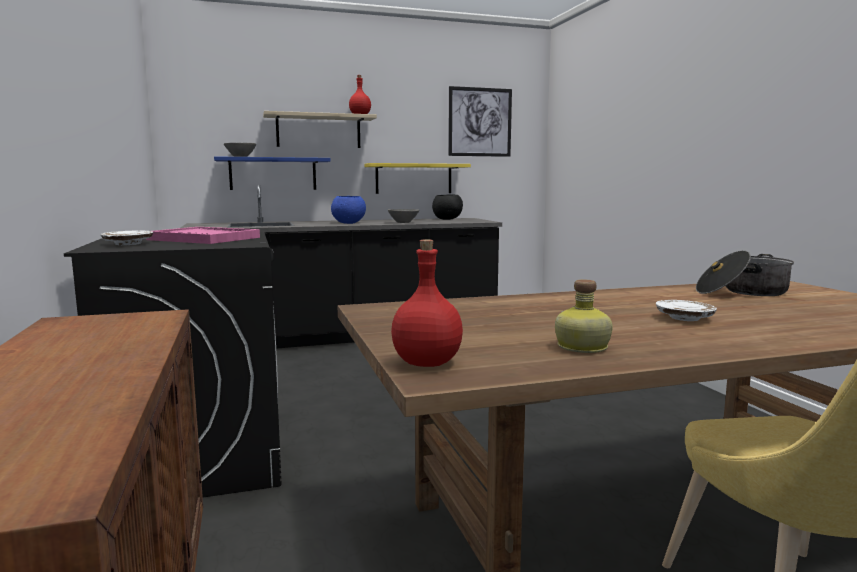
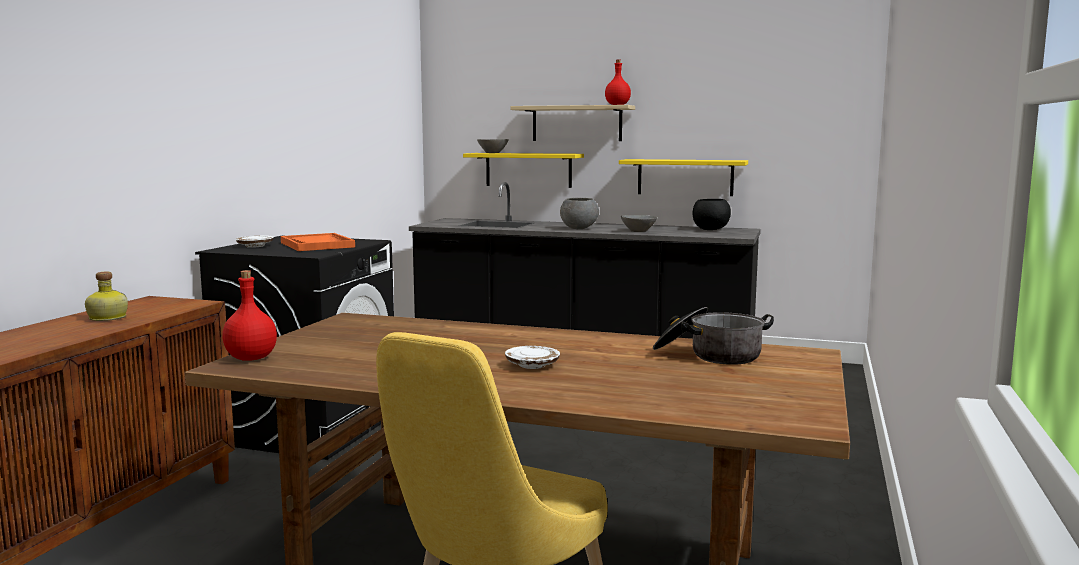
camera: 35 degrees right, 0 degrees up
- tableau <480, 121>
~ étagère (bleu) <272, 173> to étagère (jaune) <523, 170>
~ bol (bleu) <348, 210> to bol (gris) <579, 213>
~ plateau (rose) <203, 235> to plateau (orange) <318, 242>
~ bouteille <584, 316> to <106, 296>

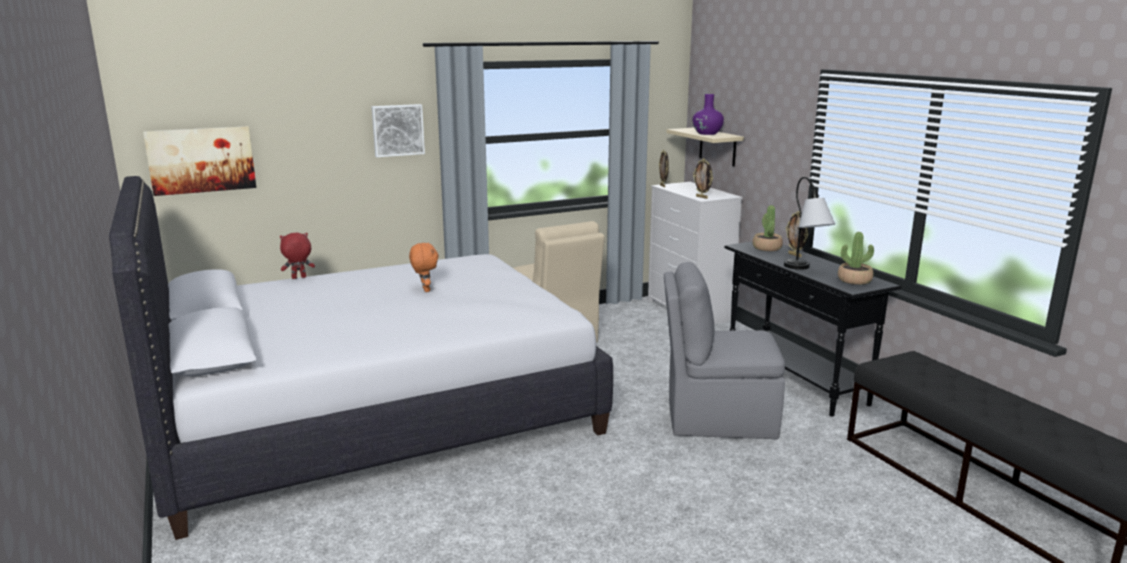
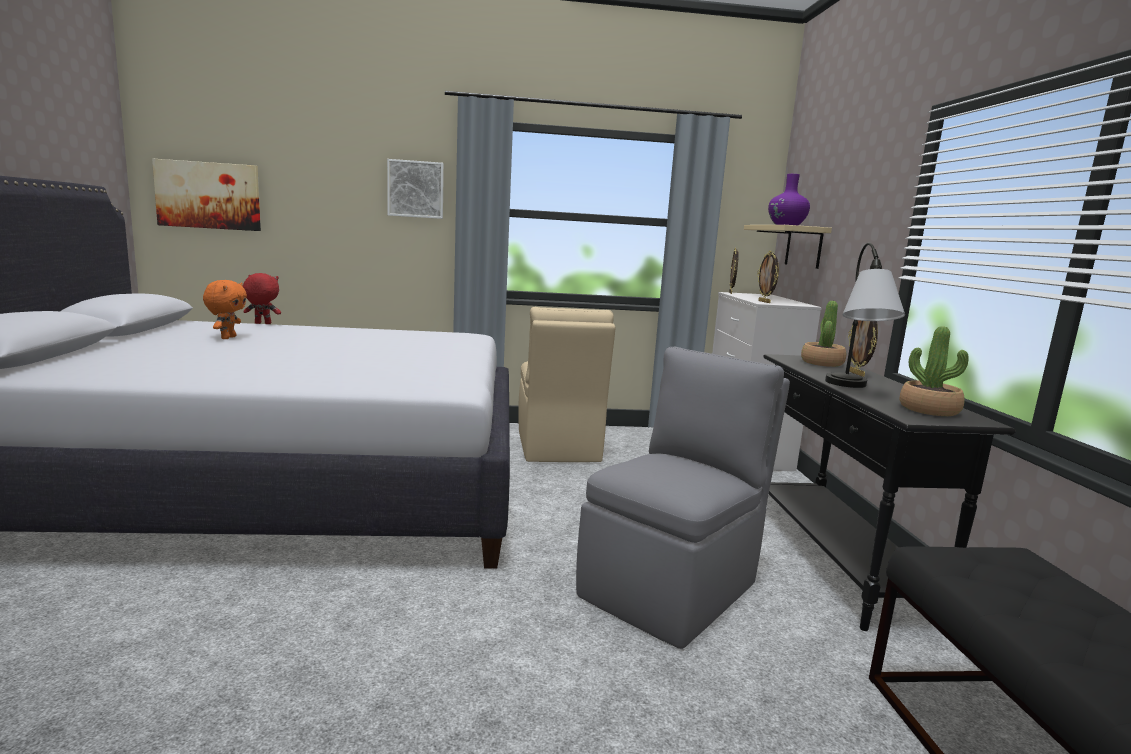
camera: 20 degrees right, 5 degrees down
~ peluche (orange) <424, 267> to <225, 309>
~ chaise (gris) <724, 351> = <683, 498> 105 degrees clockwise

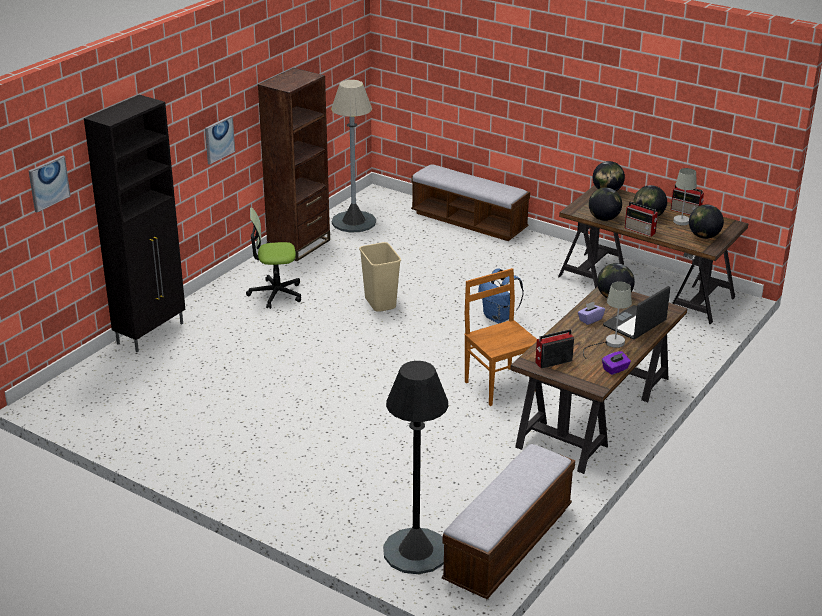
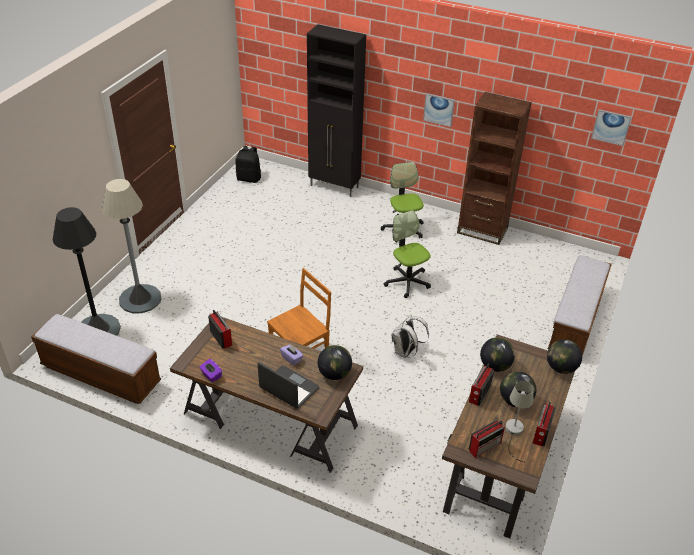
camera: 80 degrees right, 10 degrees up
~ lampadaire (gris) <353, 156> to <131, 246>
~ tableau <50, 184> to <611, 127>
~ globe <706, 222> to radio <487, 439>
~ poubelle (beige) <380, 277> to chaise de bureau <407, 254>
~ sac à dos (bleu) <501, 295> to sac à dos (blanc) <410, 336>
- lampe de table (gris) <607, 320>
+ sac à dos (noir) <248, 164>

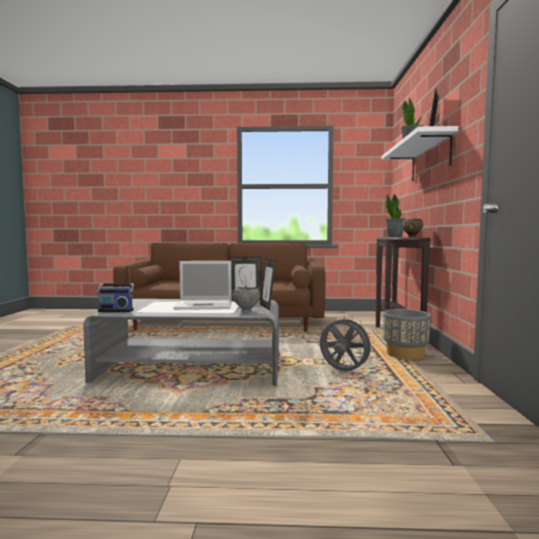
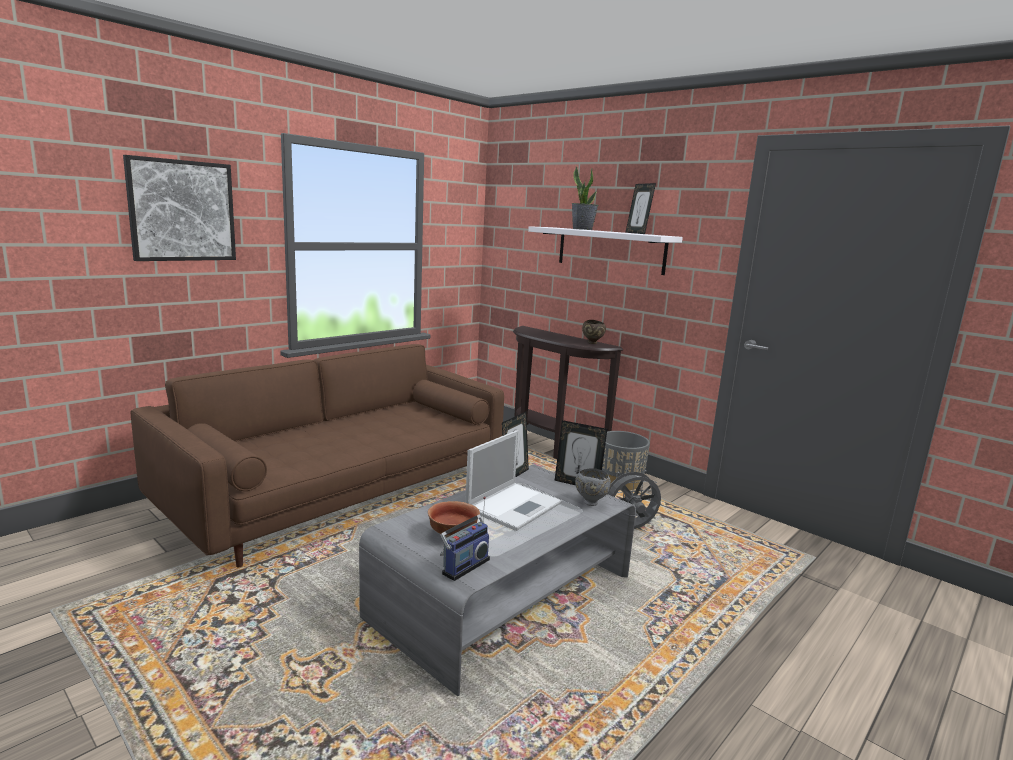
camera: 50 degrees left, 10 degrees up
- plante en pot <395, 215>
+ tableau <179, 208>
+ bol <454, 519>

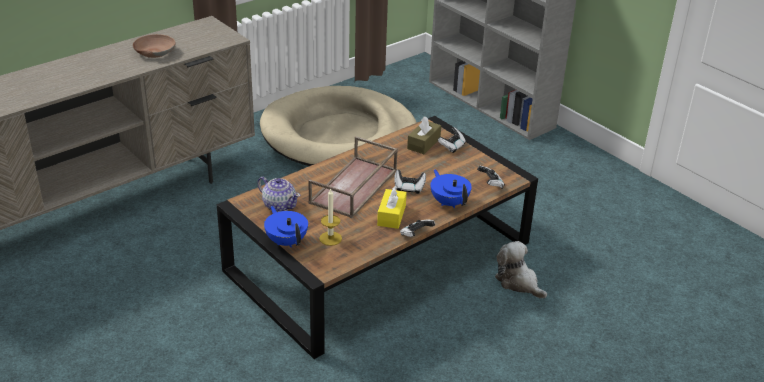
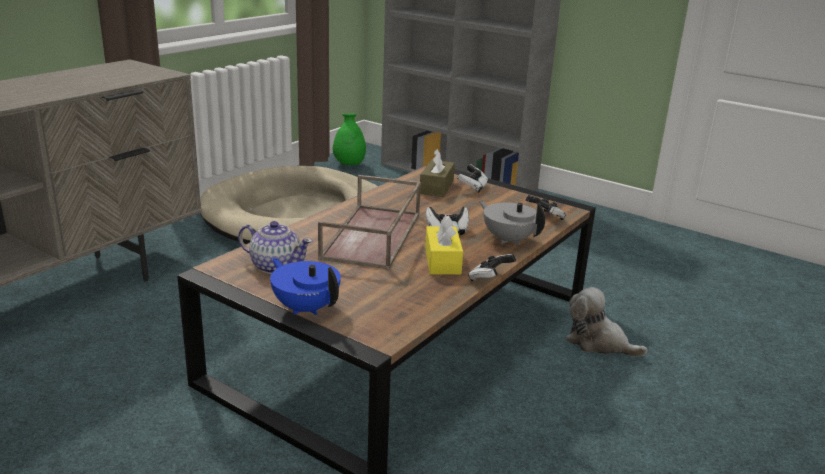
camera: 15 degrees left, 10 degrees down
- bol (marron) <154, 46>
~ théière (bleu) <451, 188> to théière (gris) <511, 222>
- bougie <330, 217>
+ vase (vert) <349, 139>

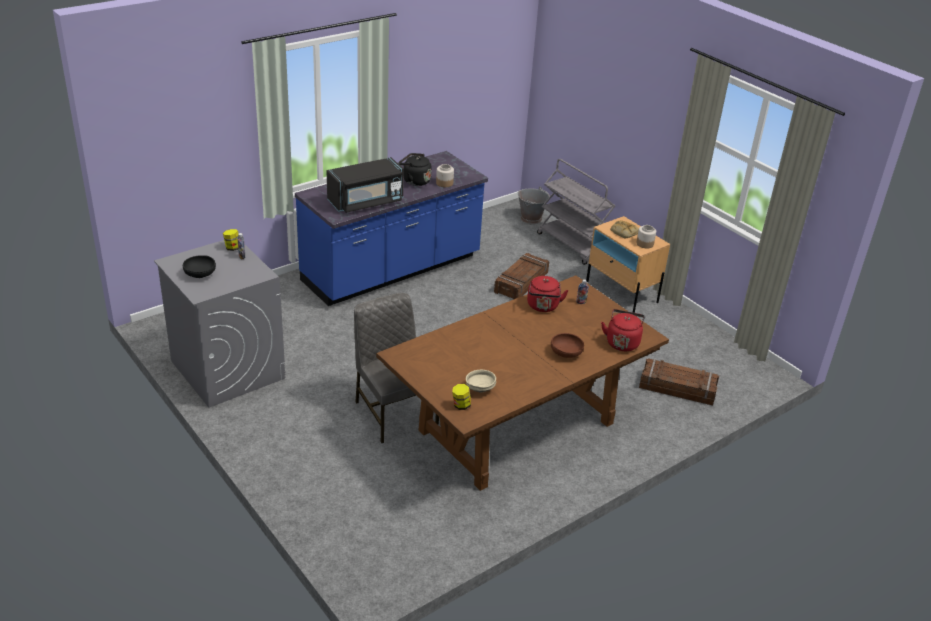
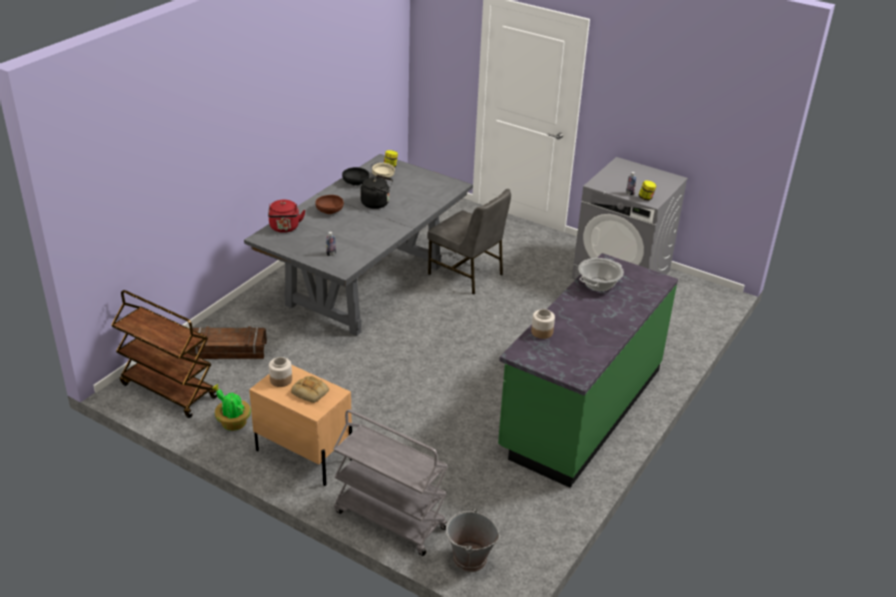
camera: 160 degrees right, 0 degrees up
~ comptoir de cuisine (bleu) <391, 228> to comptoir de cuisine (vert) <588, 370>
~ bouilloire (noir) <415, 169> to <377, 192>
~ micro-ondes (noir) <365, 185> to marmite <601, 275>
- caisse <521, 276>
~ bol (noir) <199, 266> to <355, 176>
~ table à manger (marron) <522, 383> to table à manger (gris) <358, 245>
- bouilloire (rouge) <547, 294>
+ chariot (marron) <164, 354>
+ plante en pot <231, 407>

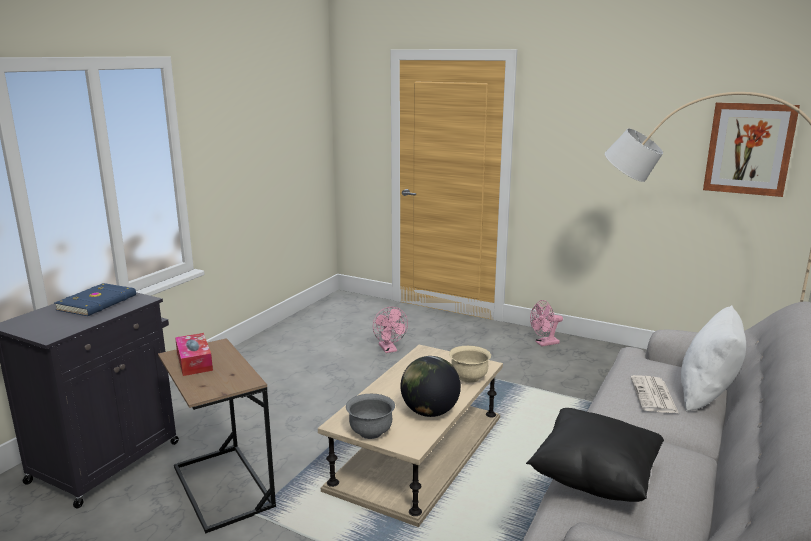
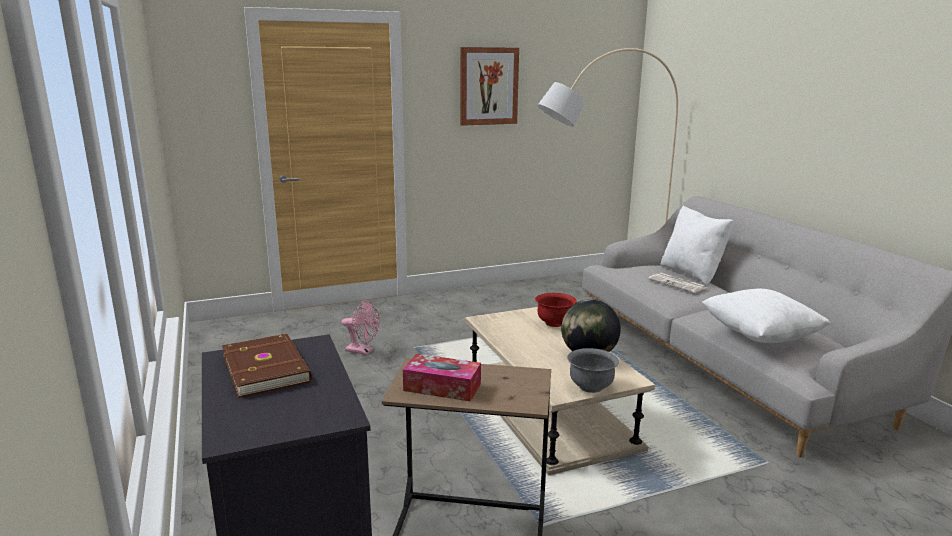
camera: 50 degrees left, 0 degrees up
~ tableau <751, 149> to <489, 86>
~ livre (bleu) <95, 299> to livre (marron) <267, 366>
- ventilateur (rose) <546, 323>
~ bol (beige) <470, 364> to bol (rouge) <556, 310>
~ coussin (noir) <595, 455> to coussin (blanc) <766, 316>

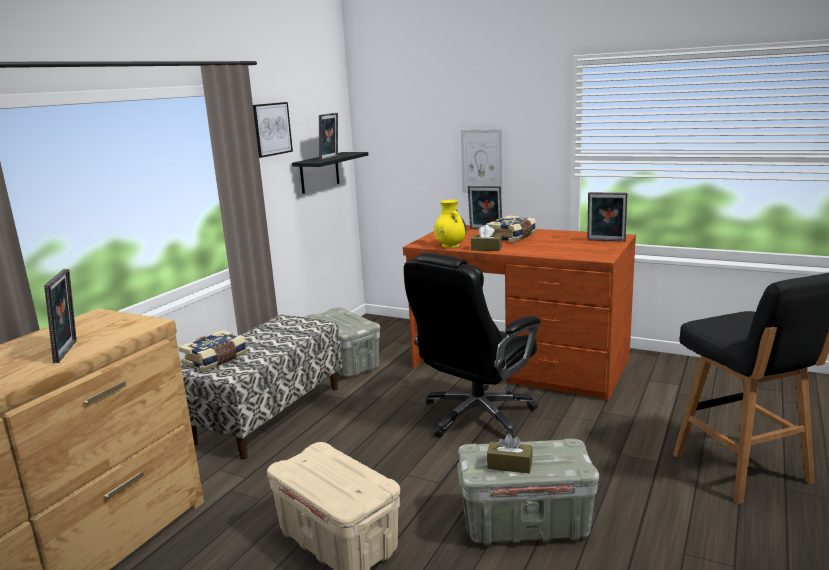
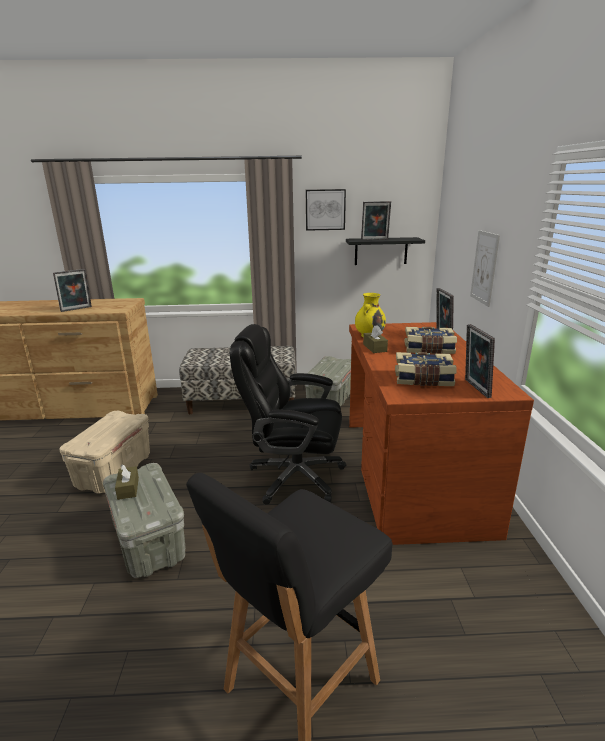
camera: 60 degrees right, 5 degrees up
~ livre <213, 351> to <426, 369>

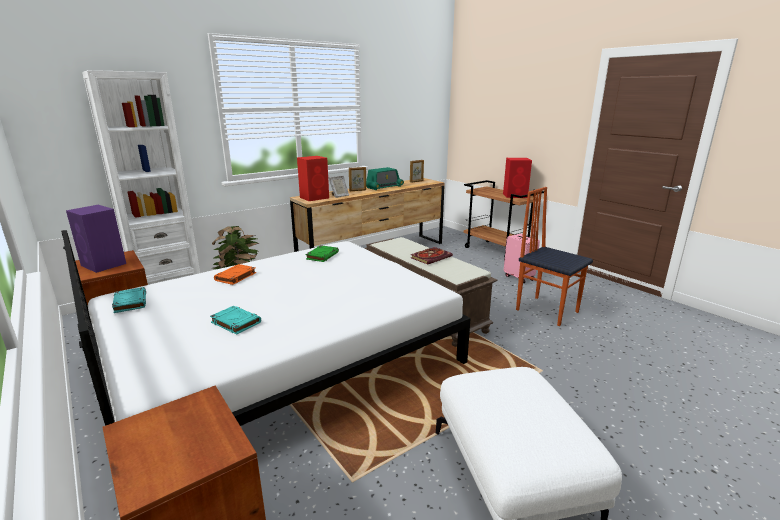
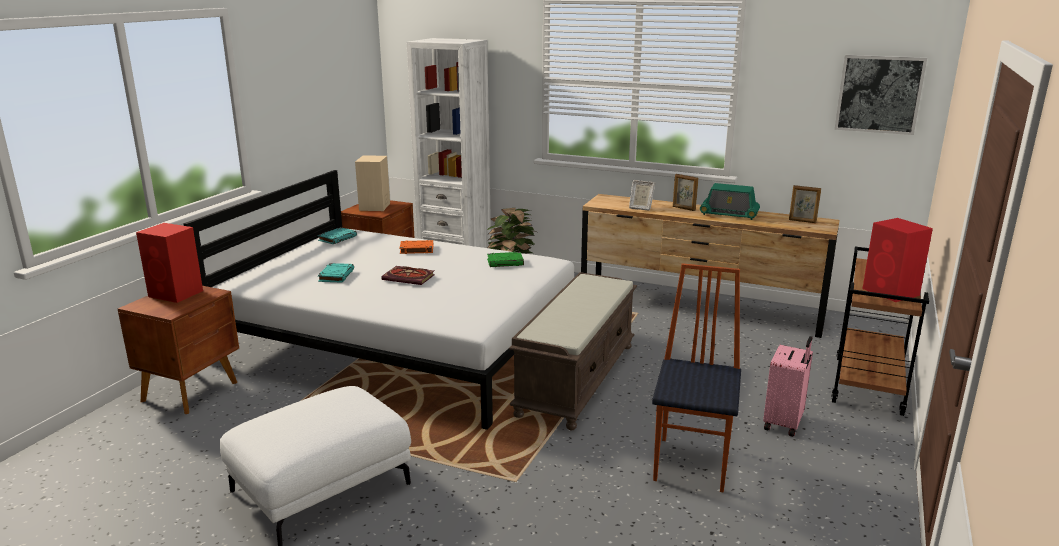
camera: 60 degrees right, 0 degrees up
~ enceinte (rouge) <313, 178> to <169, 263>
~ enceinte (violet) <96, 239> to enceinte (beige) <372, 183>
~ livre <431, 255> to <408, 275>
+ tableau <881, 95>

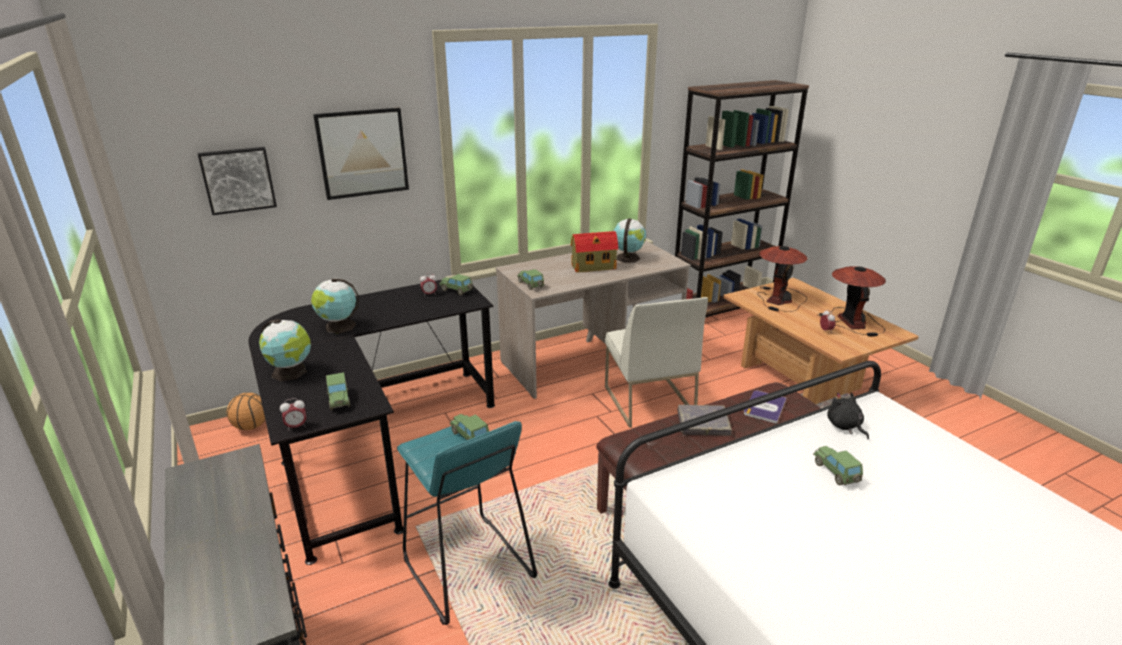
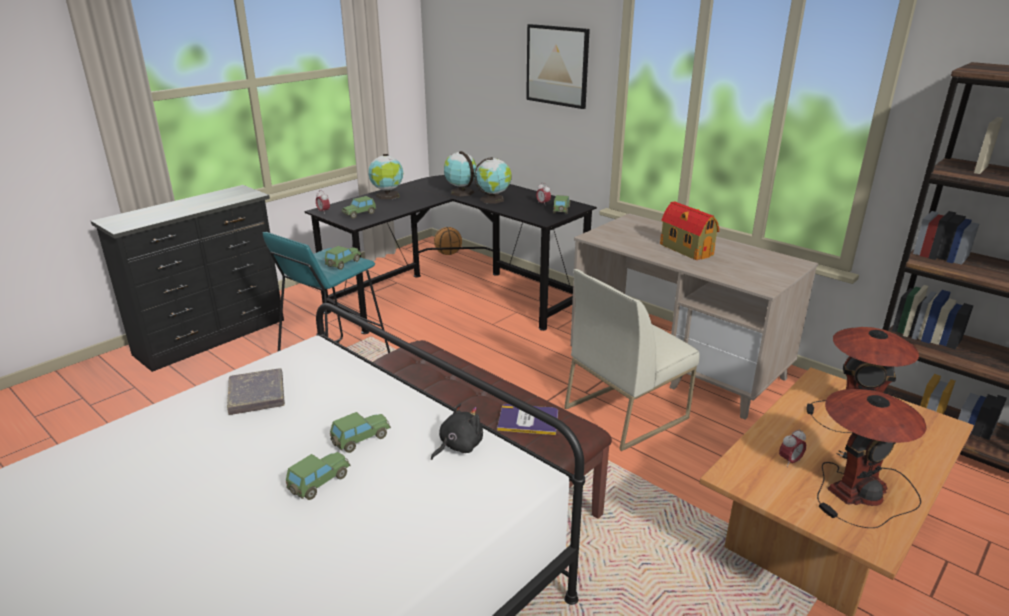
camera: 70 degrees right, 0 degrees up
- tableau <237, 181>
~ globe <630, 240> to <492, 180>
~ petite voiture <530, 279> to <318, 476>
~ livre (gris) <705, 420> to <256, 391>

